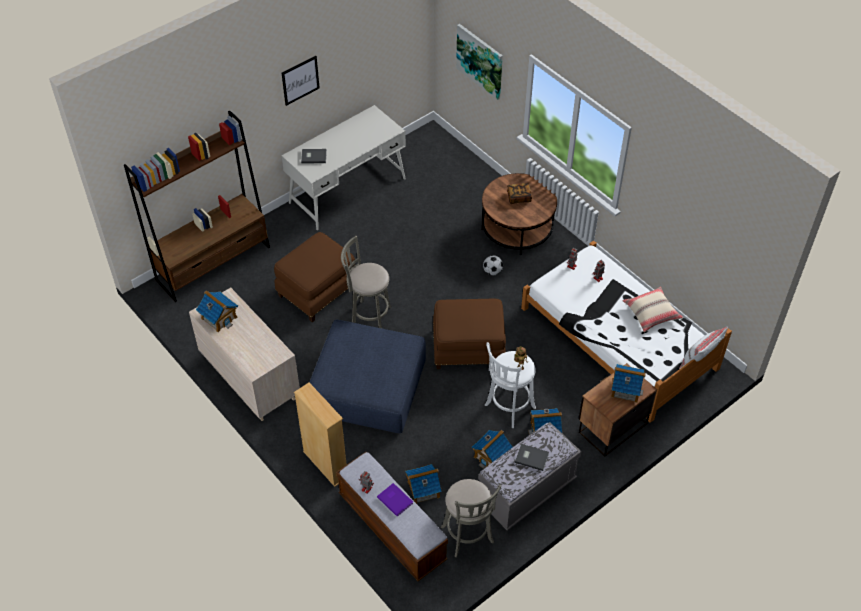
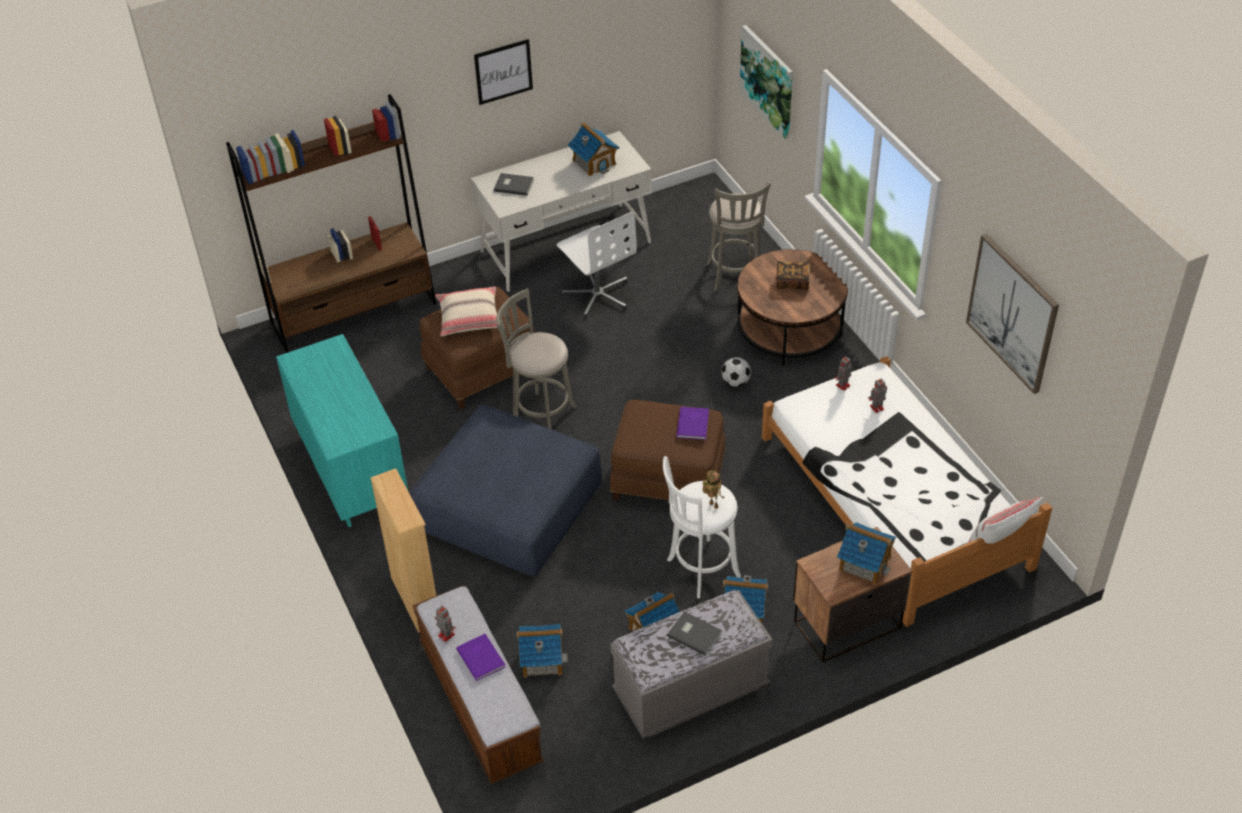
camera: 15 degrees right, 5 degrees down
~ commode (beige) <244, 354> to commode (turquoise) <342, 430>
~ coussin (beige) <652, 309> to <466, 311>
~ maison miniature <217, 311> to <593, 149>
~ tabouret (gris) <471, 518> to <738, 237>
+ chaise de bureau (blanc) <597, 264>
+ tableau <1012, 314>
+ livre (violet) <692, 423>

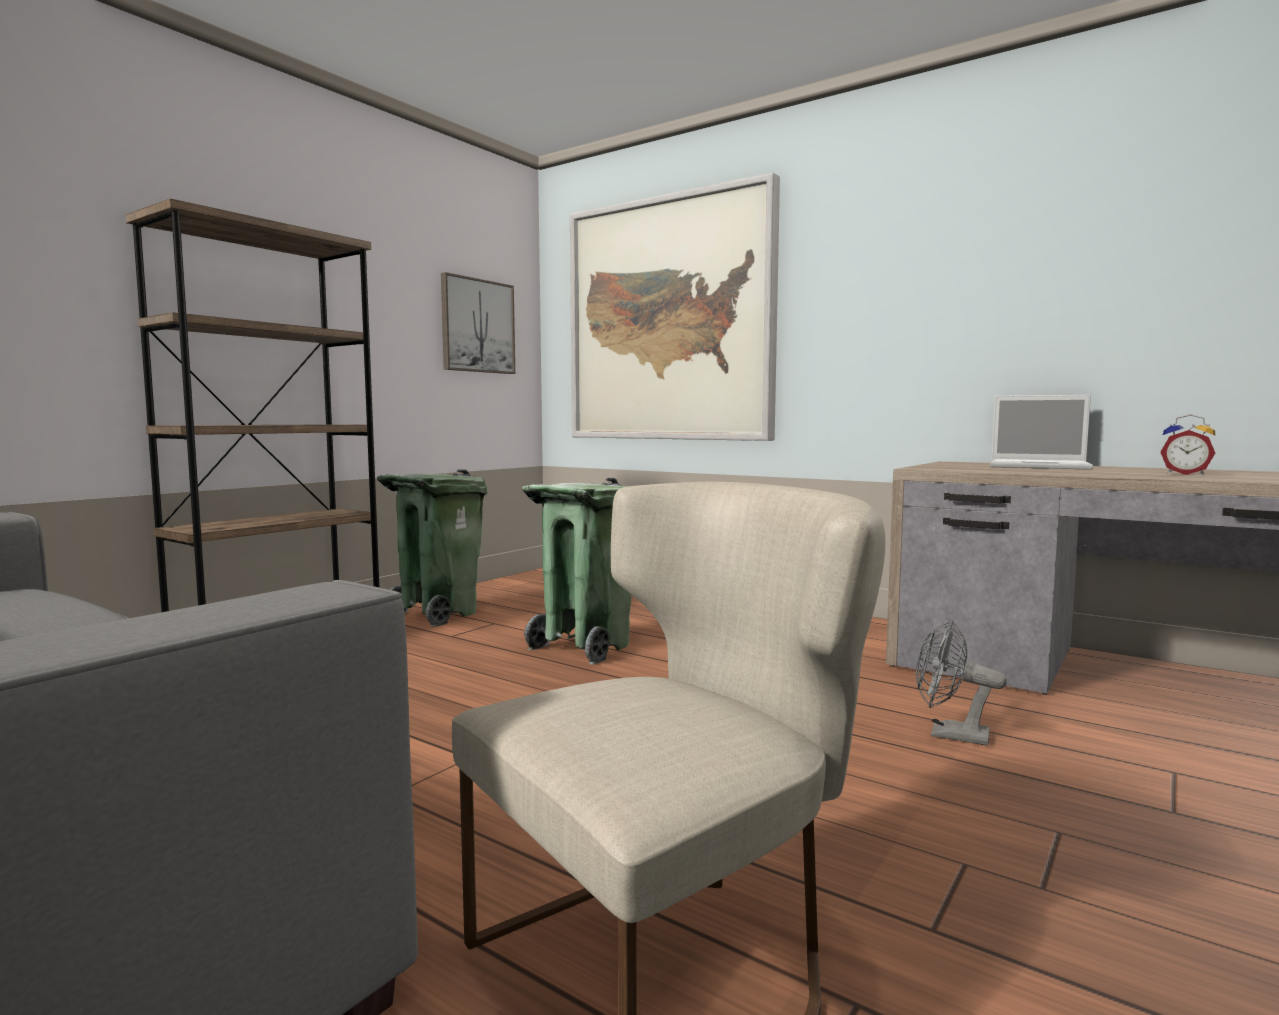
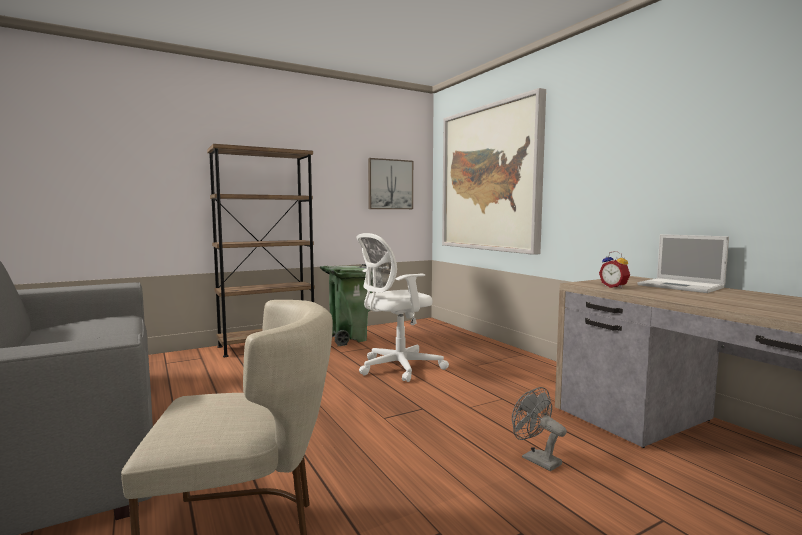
camera: 25 degrees right, 0 degrees up
~ réveil <1188, 444> to <614, 270>
~ poubelle (vert) <577, 571> to chaise de bureau (blanc) <403, 307>

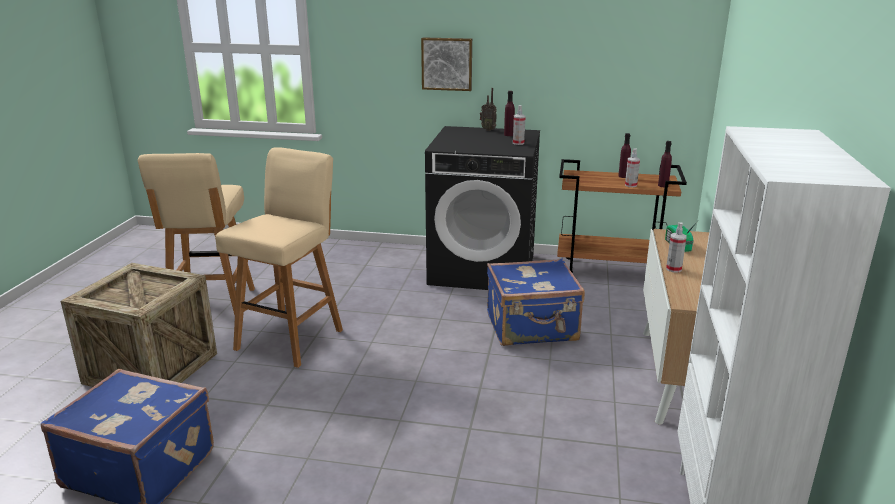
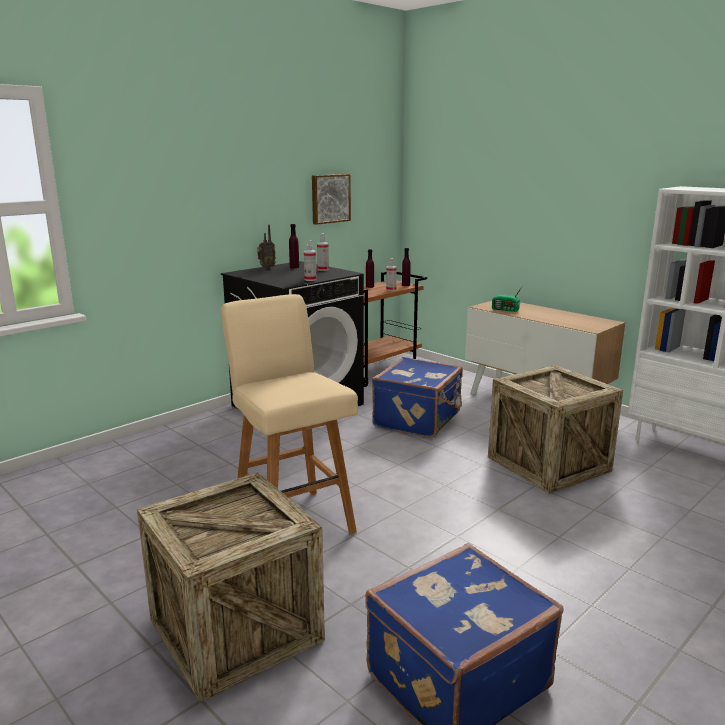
camera: 55 degrees left, 5 degrees down
~ tableau <446, 64> to <331, 199>
- tabouret (beige) <196, 234>
~ vaporisateur <676, 247> to <310, 260>
+ caisse <555, 429>

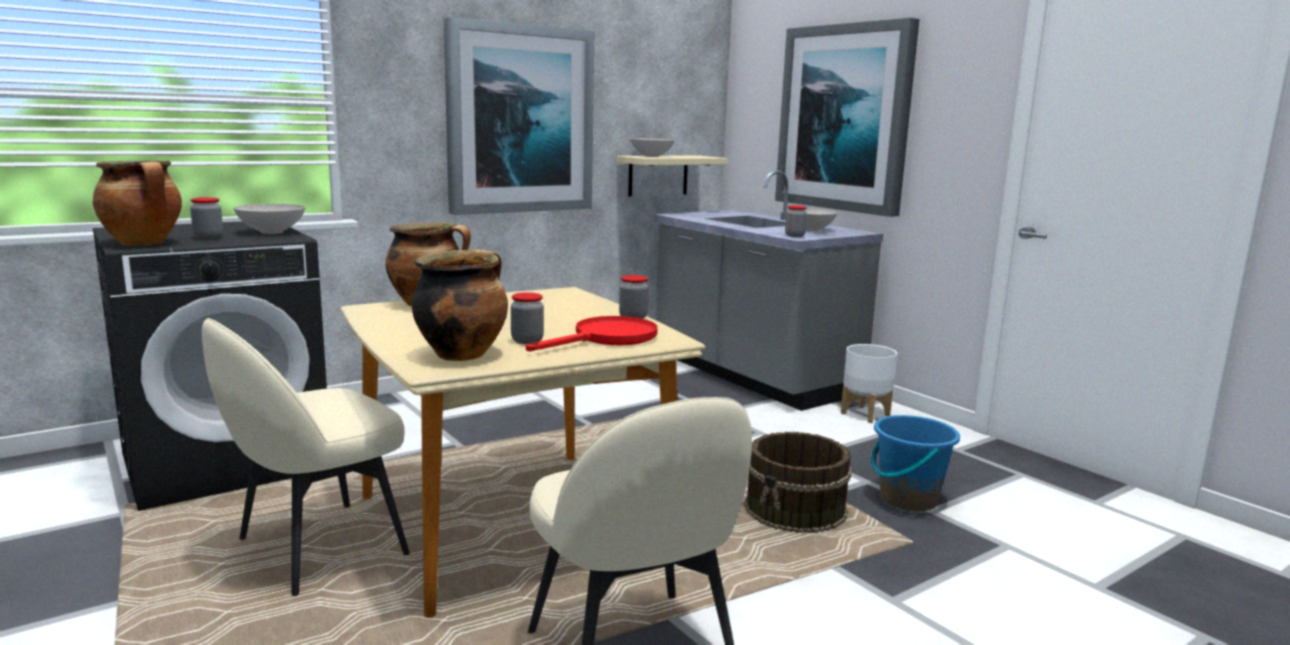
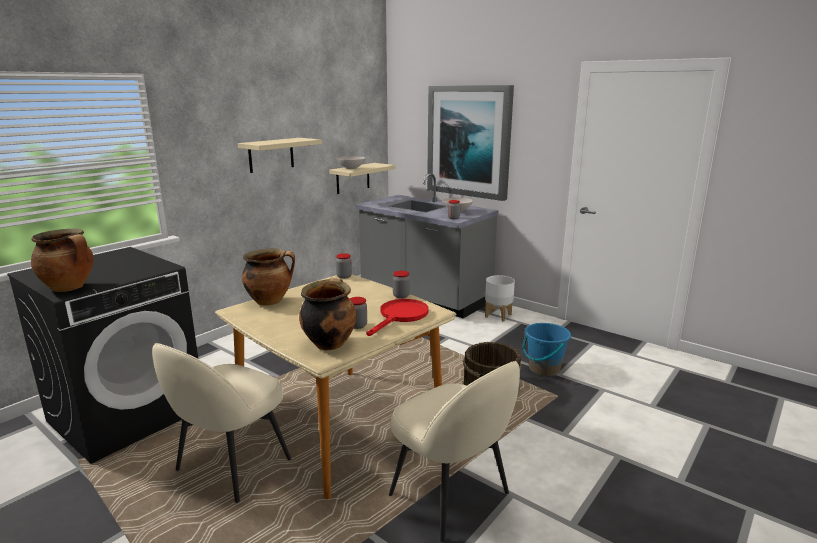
camera: 15 degrees left, 5 degrees up
~ tableau <519, 116> to étagère (beige) <280, 155>
~ bocal <206, 218> to <344, 266>
- bol (blanc) <269, 219>

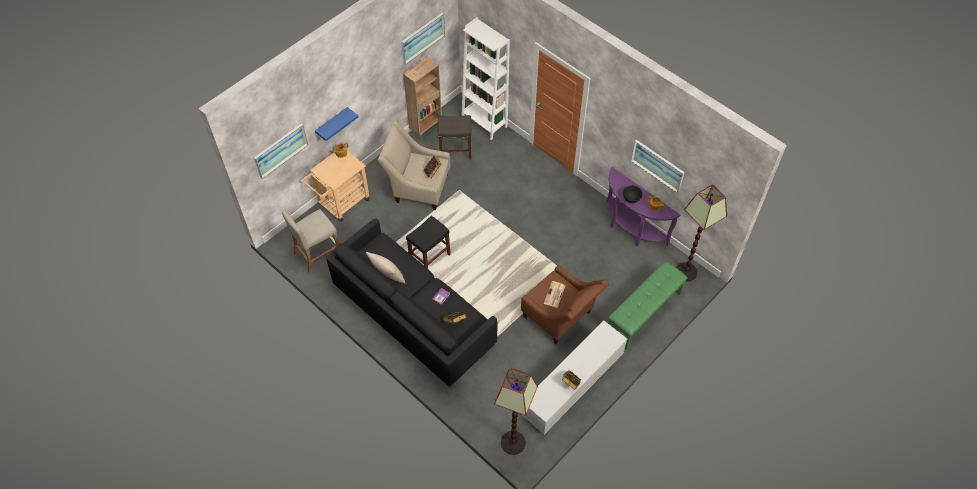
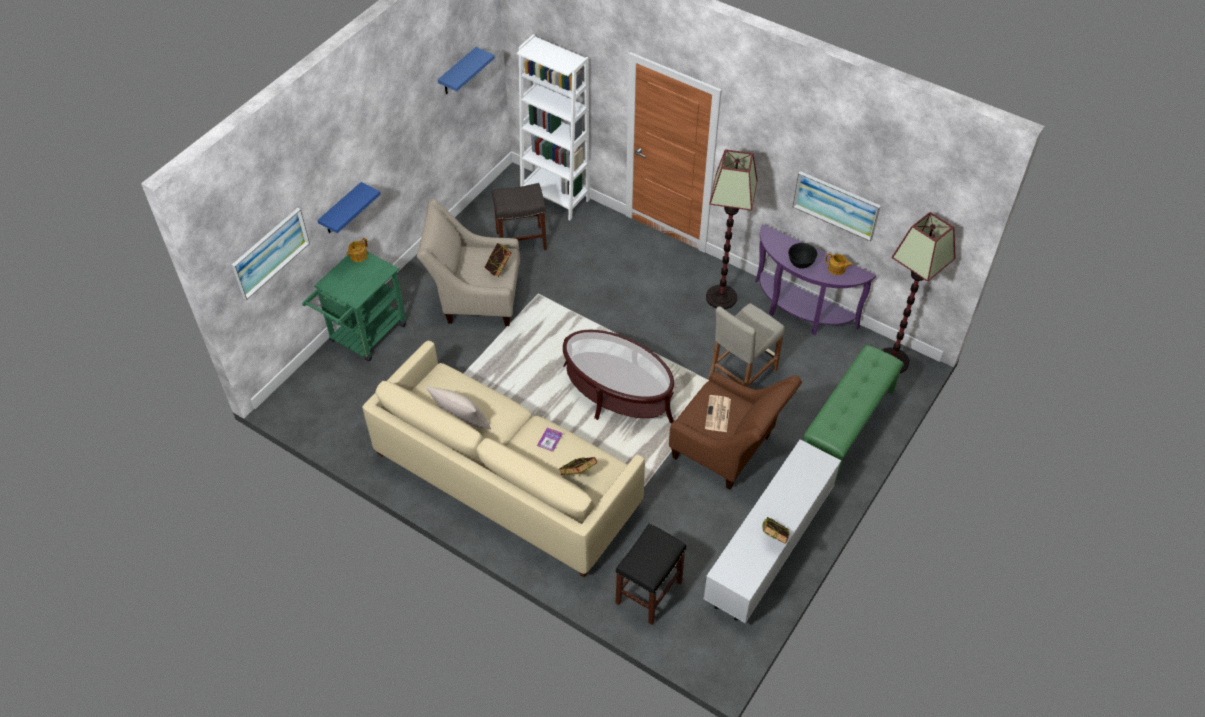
camera: 10 degrees left, 5 degrees down
~ tableau <423, 39> to étagère (bleu) <466, 71>
- bibliothèque (marron) <422, 98>
~ chariot (beige) <335, 186> to chariot (vert) <354, 307>
~ tabouret (beige) <310, 241> to <746, 345>
~ tabouret (noir) <428, 242> to <651, 574>
~ canapé (noir) <411, 303> to canapé (beige) <503, 459>
~ lampadaire <516, 411> to <732, 229>
+ table basse (marron) <618, 376>

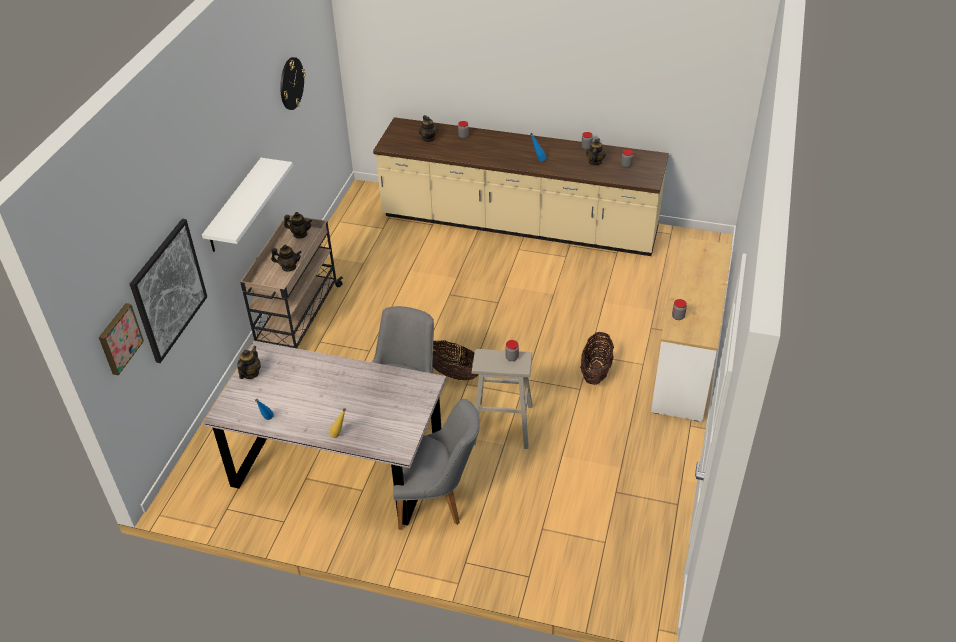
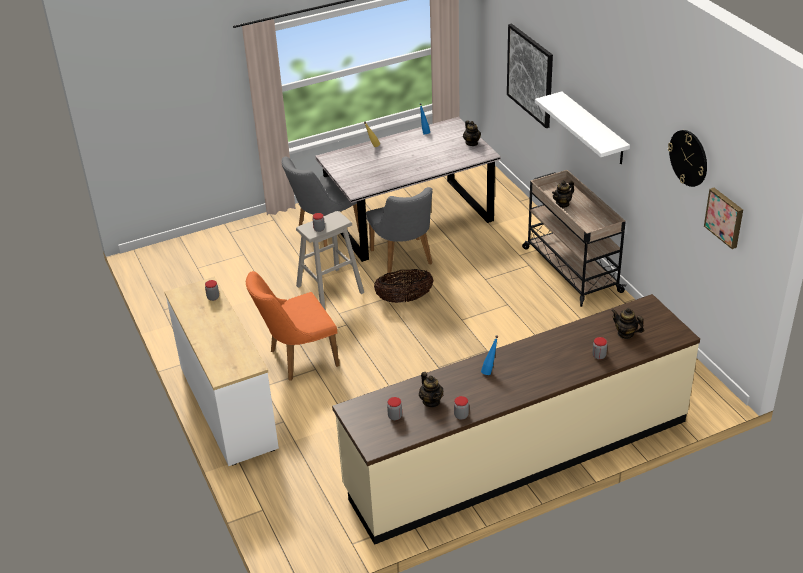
camera: 140 degrees right, 5 degrees down
- théière <298, 225>
~ tableau <121, 339> to <723, 218>
~ panier <597, 358> to chaise (orange) <293, 326>

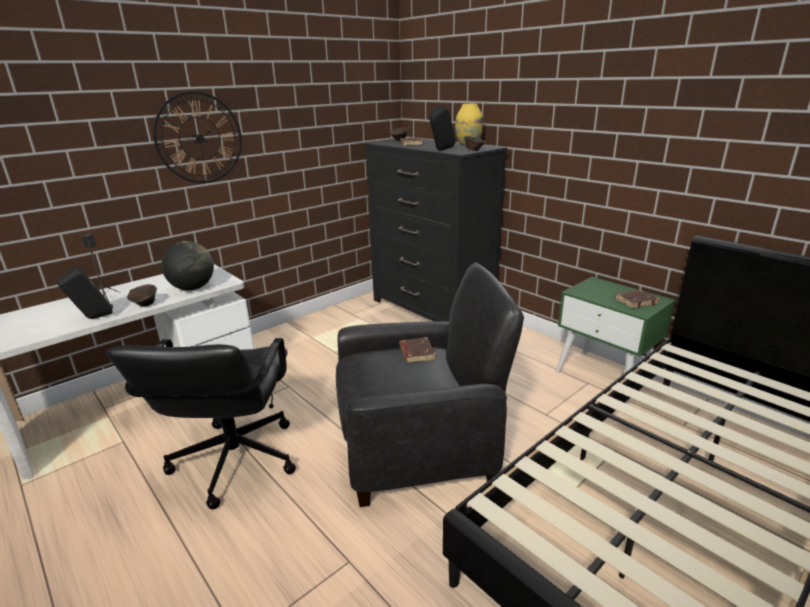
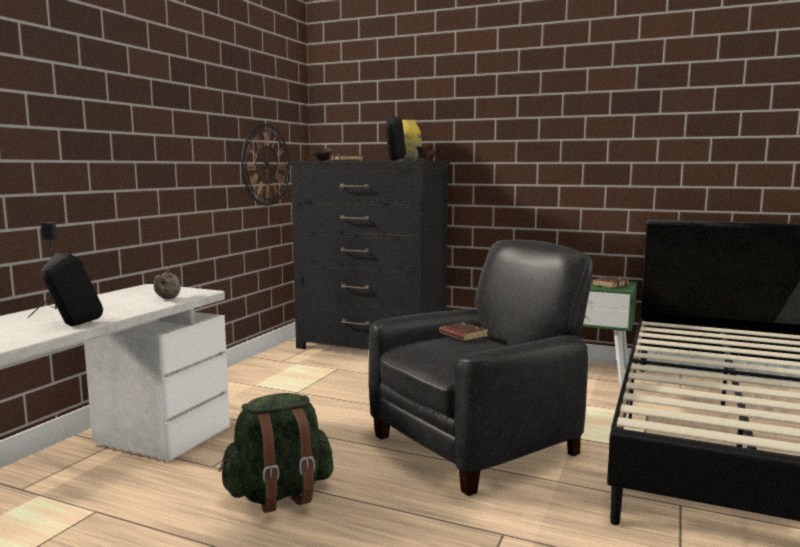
camera: 25 degrees left, 15 degrees down
~ horloge murale <197, 137> to <265, 165>
~ globe <187, 266> to théière (beige) <167, 284>
- bol (marron) <142, 295>
~ chaise de bureau (noir) <201, 424> to sac à dos (vert) <276, 453>

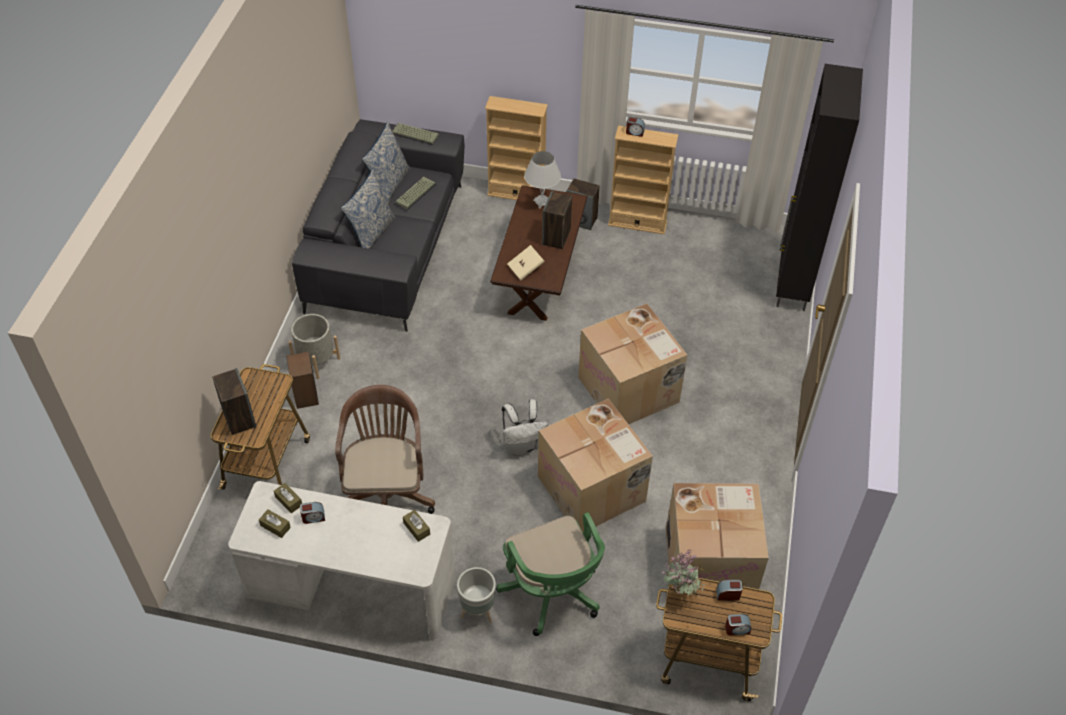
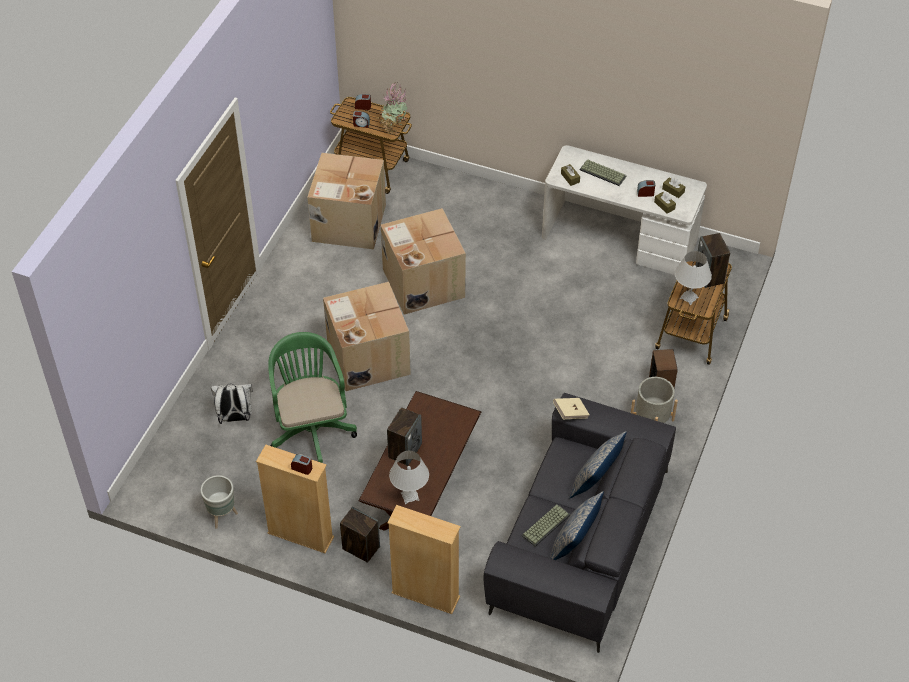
camera: 170 degrees left, 0 degrees up
- meuble de rangement (noir) <819, 187>
~ clavier <416, 134> to <603, 172>
~ livre (beige) <526, 262> to <571, 408>
- chaise de bureau (marron) <385, 449>
~ sac à dos (blanc) <525, 427> to <232, 404>
~ chaise de bureau (vert) <550, 574> to <312, 397>
~ cache-pot (gris) <476, 595> to <219, 502>
+ lampe de table (blanc) <693, 278>

